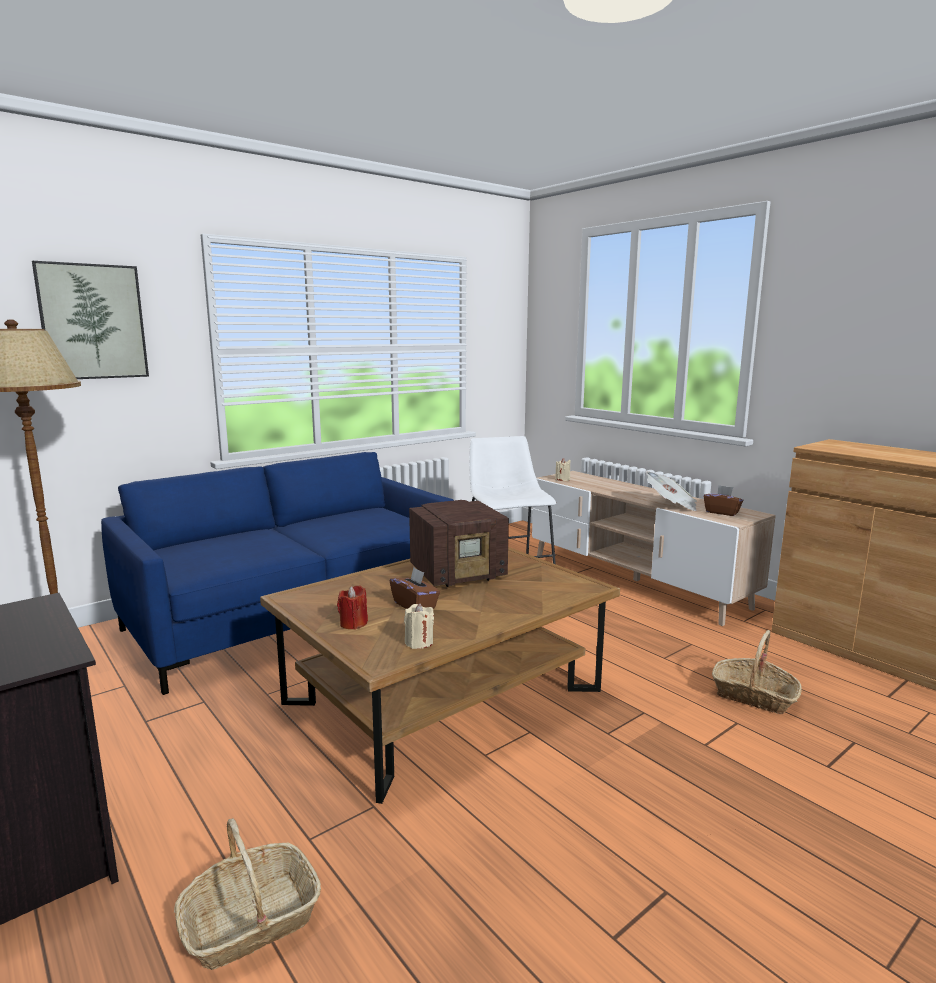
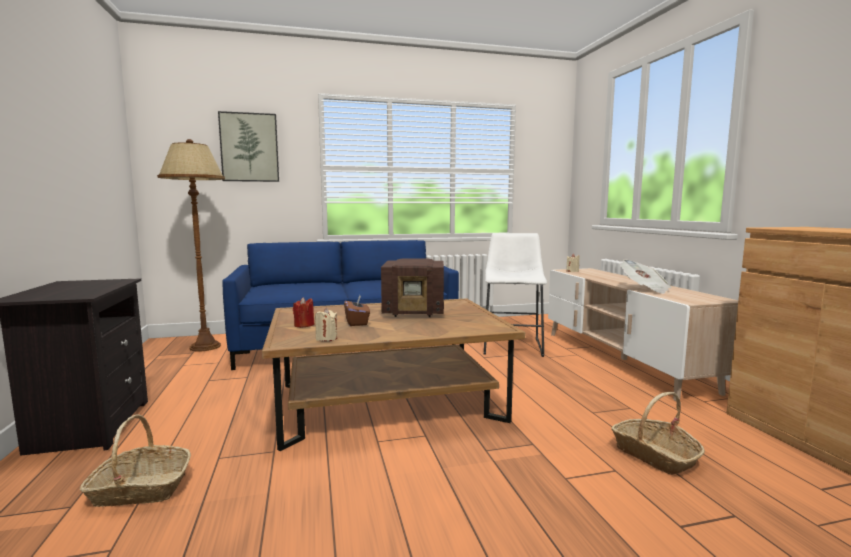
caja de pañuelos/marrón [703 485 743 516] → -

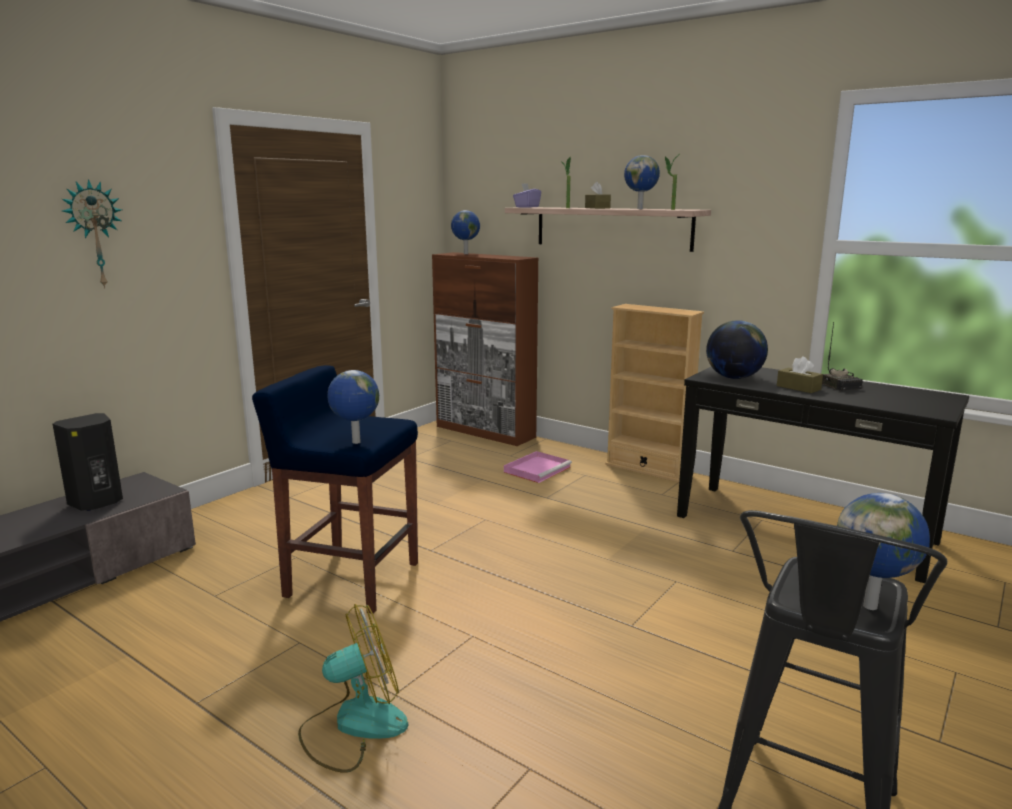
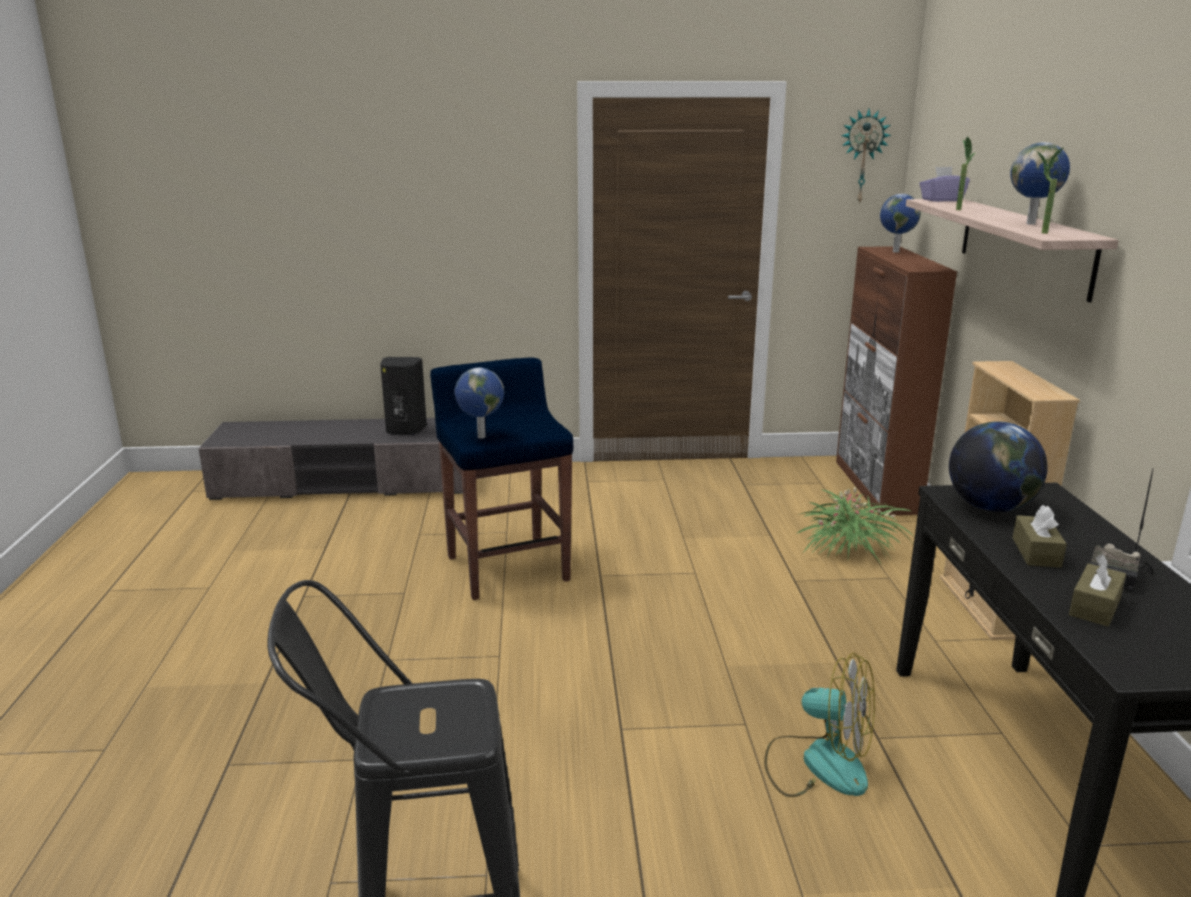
reloj de pared [62 179 122 288] → reloj de pared [841 109 891 205], relocated
caja de pañuelos/marrón [585 181 611 209] → caja de pañuelos/marrón [1069 554 1126 626], relocated
bandeja/rosa [504 451 572 483] → planta en maceta [796 487 913 564]
globo terráqueo [837 493 930 610] → -
ventilador [298 604 408 773] → ventilador [764 653 875 797], relocated

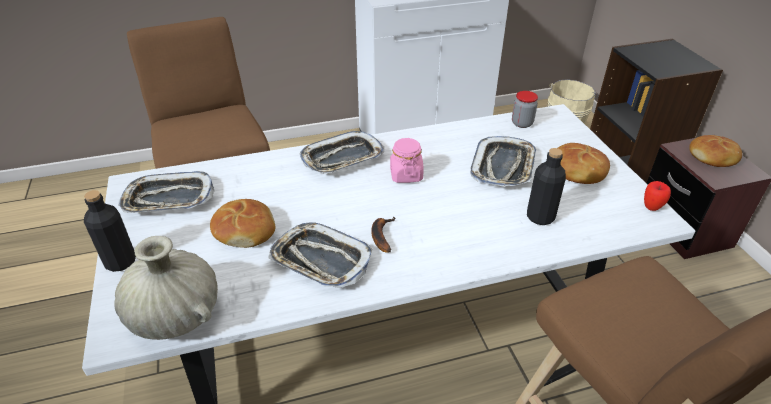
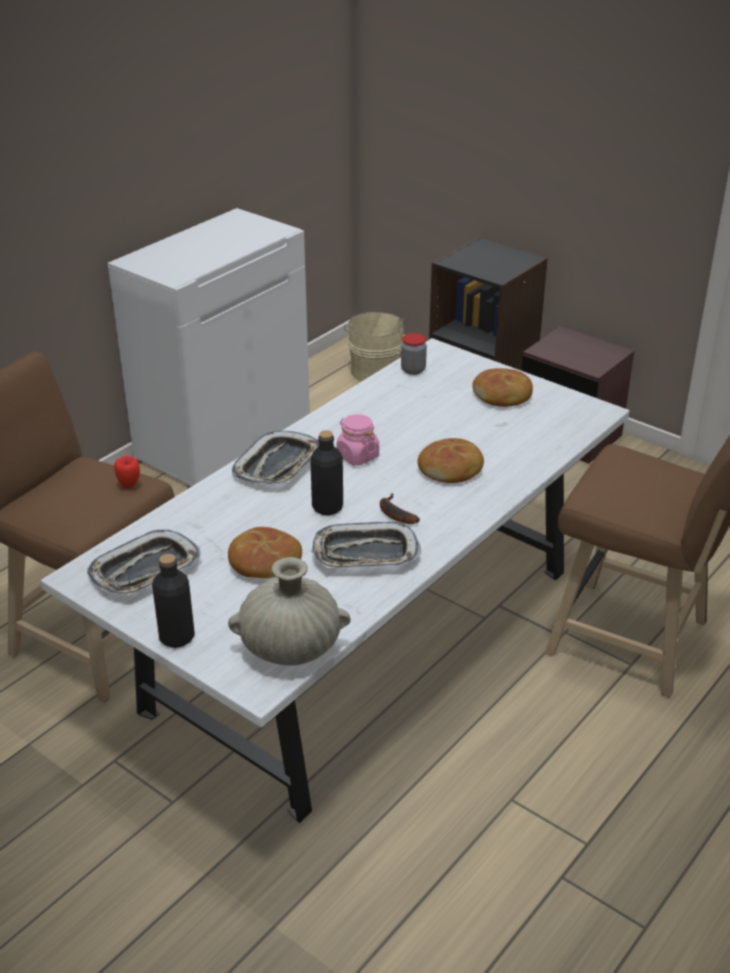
pan [689 135 742 167] → pan [417 438 484 483], relocated
bandeja [471 136 536 187] → -
botella/negro [527 148 566 225] → botella/negro [310 430 343 515], relocated
manzana [644 181 671 211] → manzana [114 456 140 488], relocated

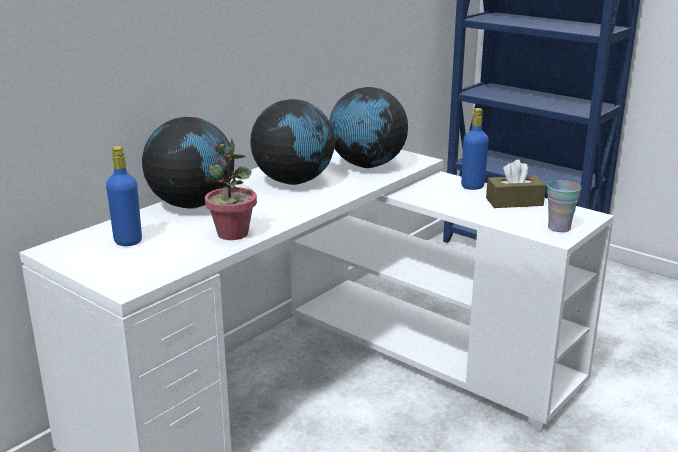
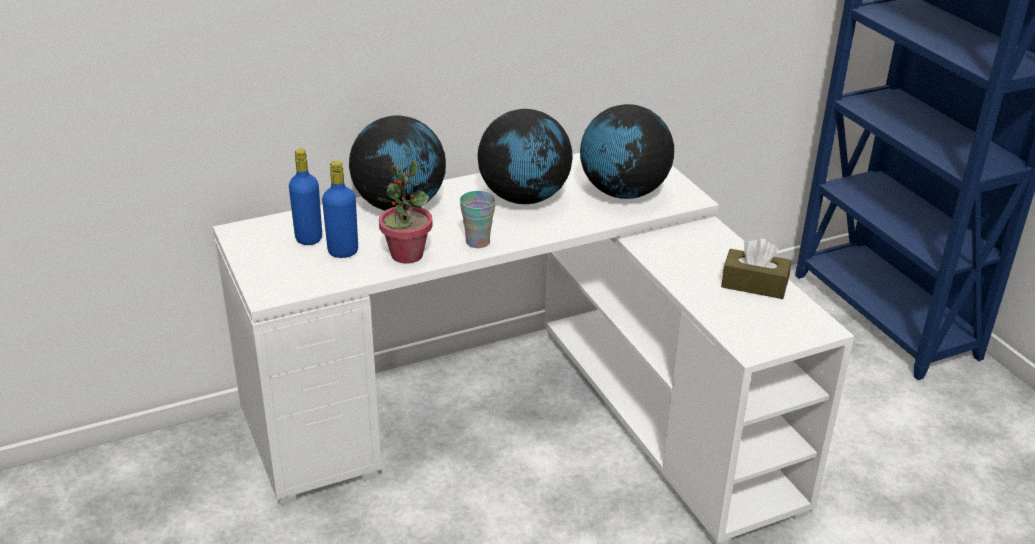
botella/azul [461 108 489 190] → botella/azul [322 161 358 258], relocated
taza [547 180 581 232] → taza [460 191 496 248], relocated

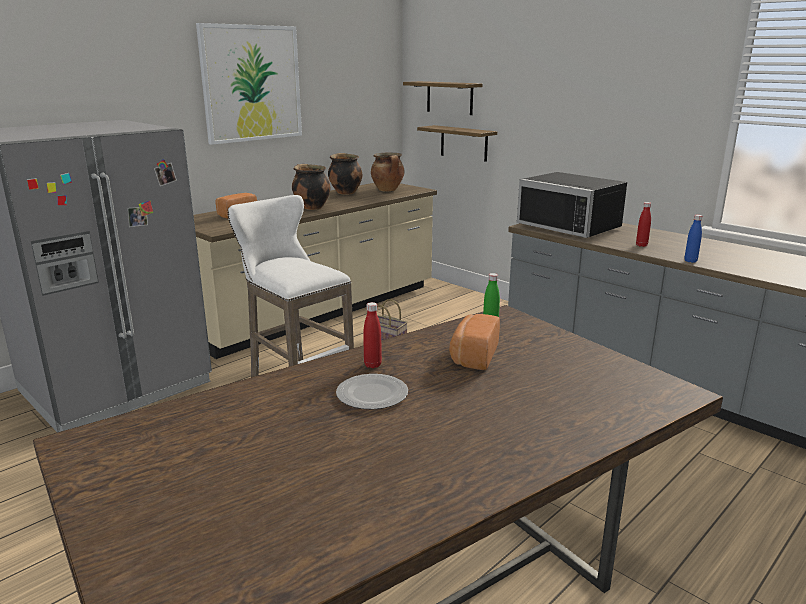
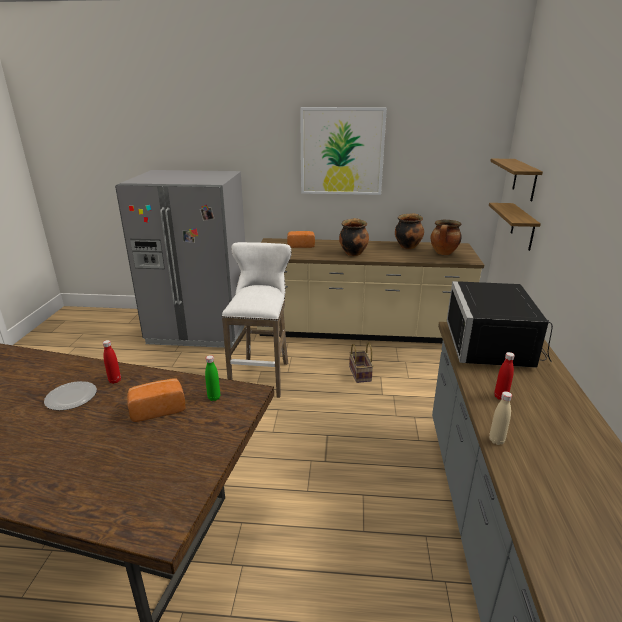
botella/azul [684 215 702 263] → botella/beis [489 391 512 445]

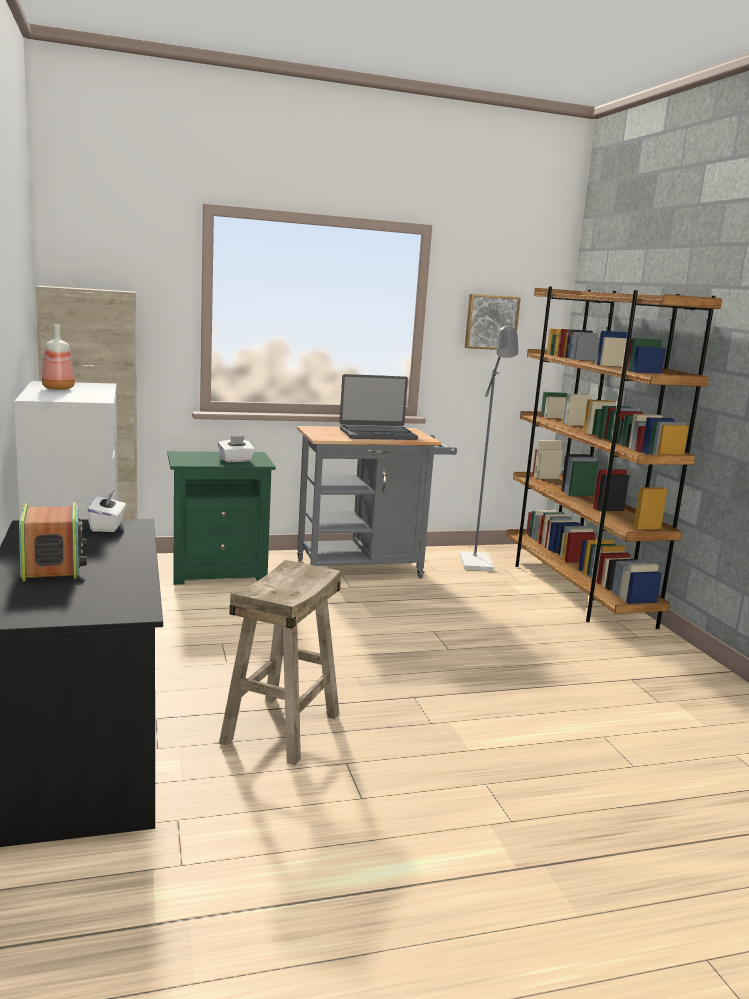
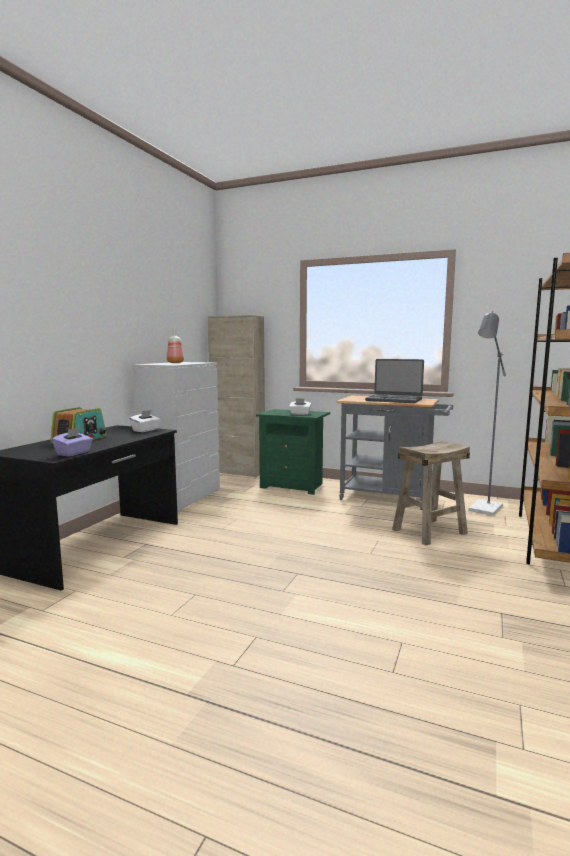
cuadro [465 294 520 350] → -
taburete/beis [219 560 341 765] → taburete/beis [392 441 470 546], relocated
- → caja de pañuelos/morado [52 427 93 457]

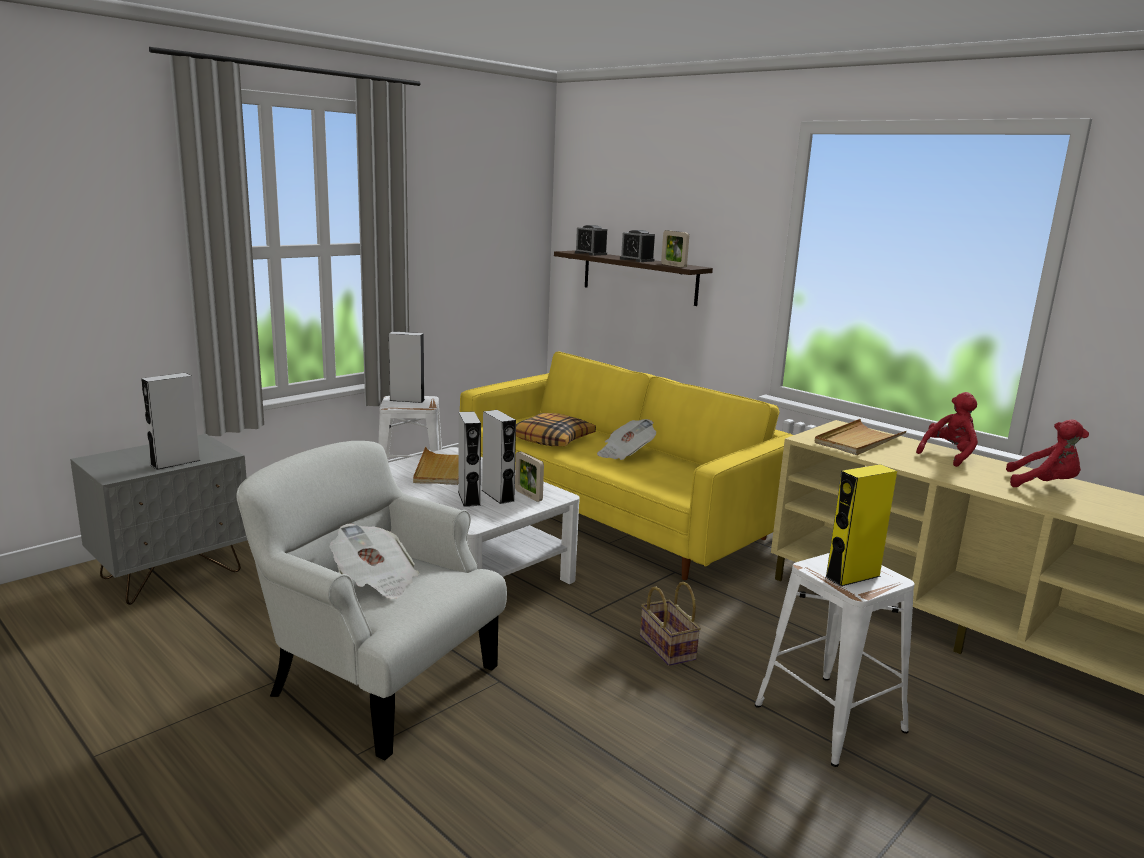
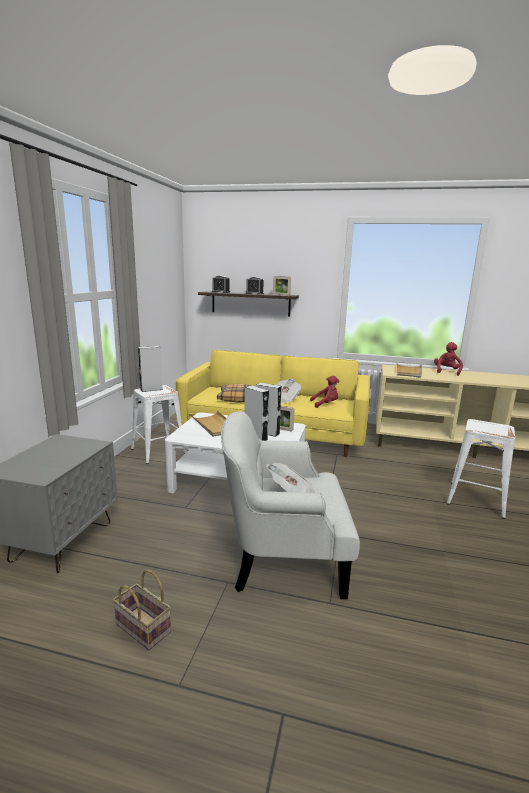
altavoz/gris [141 373 201 470] → -
peluche/rojo [1006 419 1089 487] → peluche/rojo [310 376 340 408], relocated
altavoz/amarillo [826 464 897 586] → -
cesta [640 582 701 666] → cesta [113 569 171 650], relocated

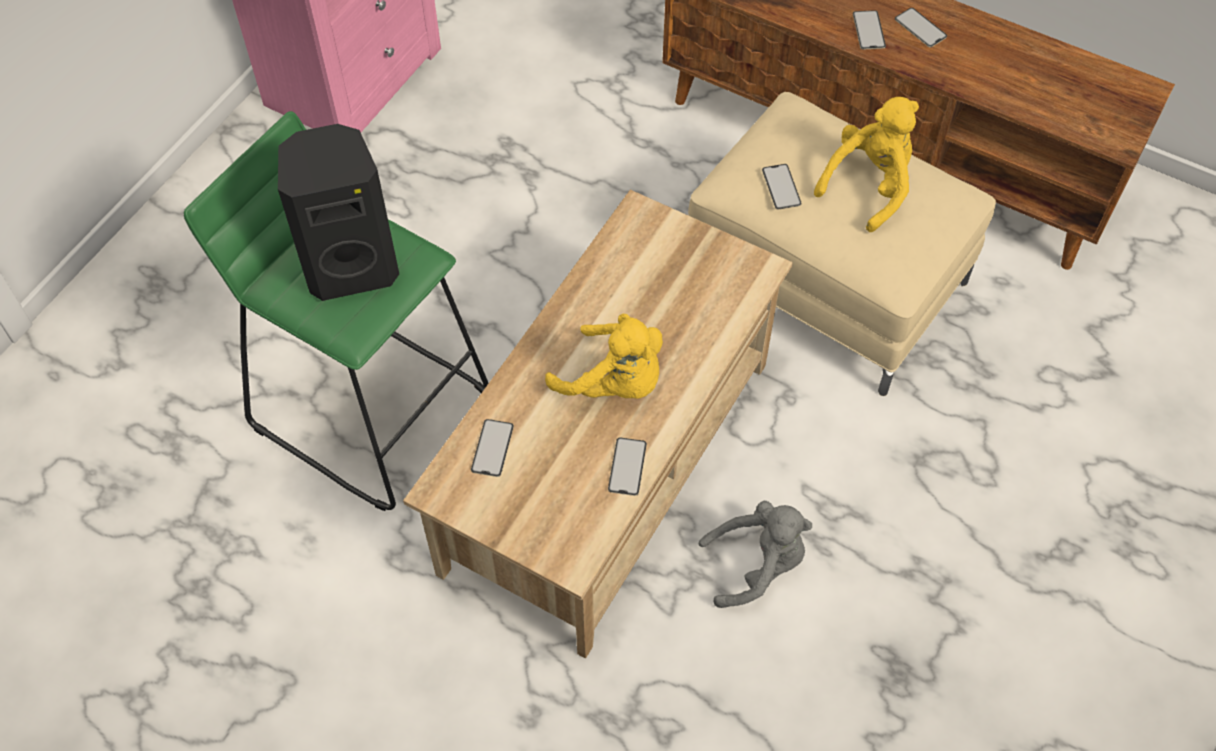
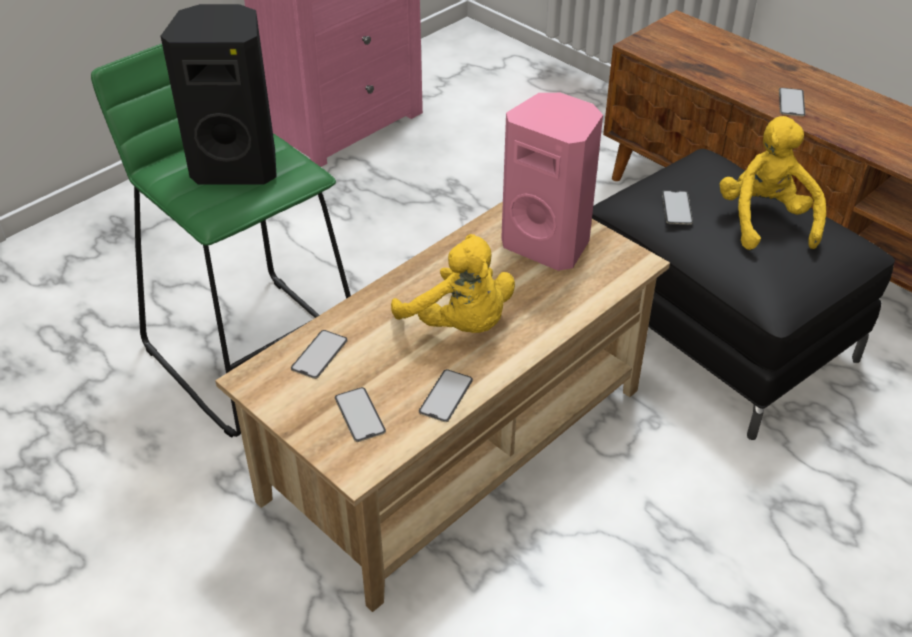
móvil [895 8 947 47] → móvil [335 387 386 442], relocated
puf/beis [688 92 996 396] → puf/negro [592 149 895 440]
peluche/amarillo [814 97 919 232] → peluche/amarillo [720 116 826 250], 60 degrees counterclockwise
peluche/gris [698 501 812 608] → -
- → altavoz/rosa [501 93 603 271]

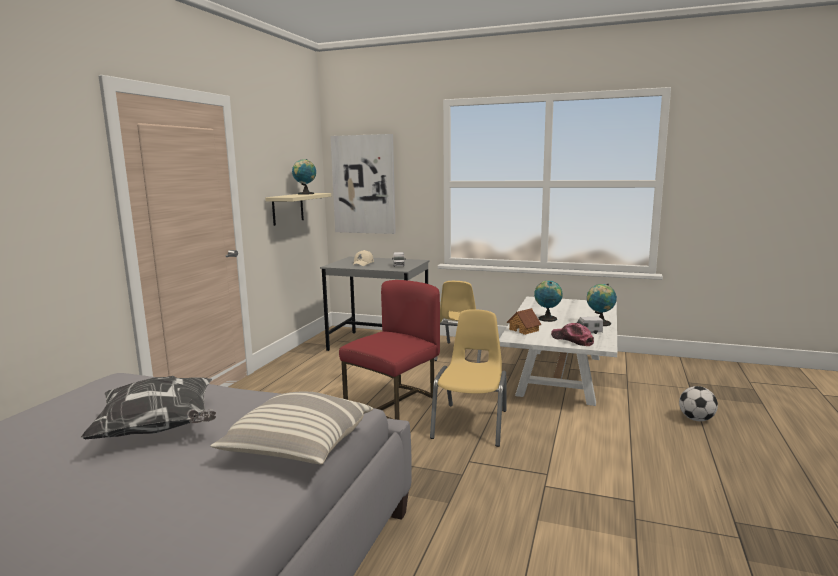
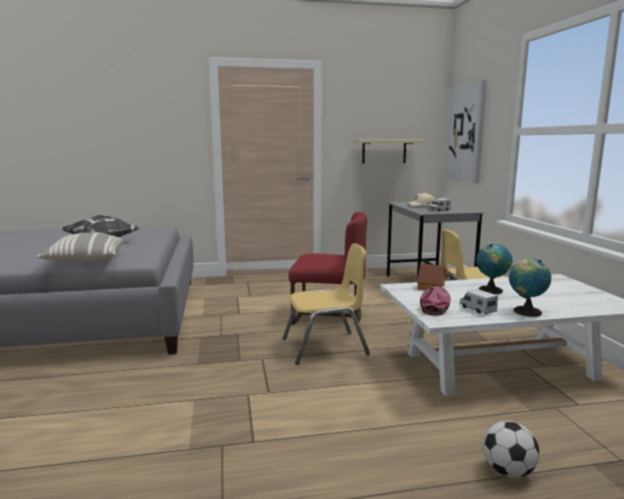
globo terráqueo [292 159 316 195] → -

